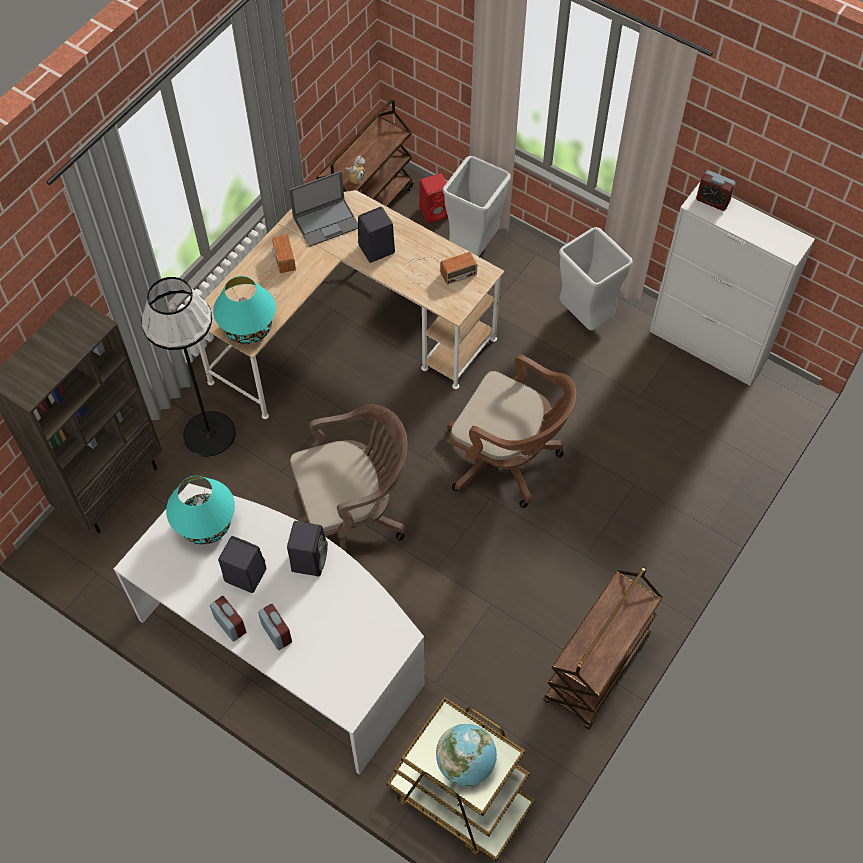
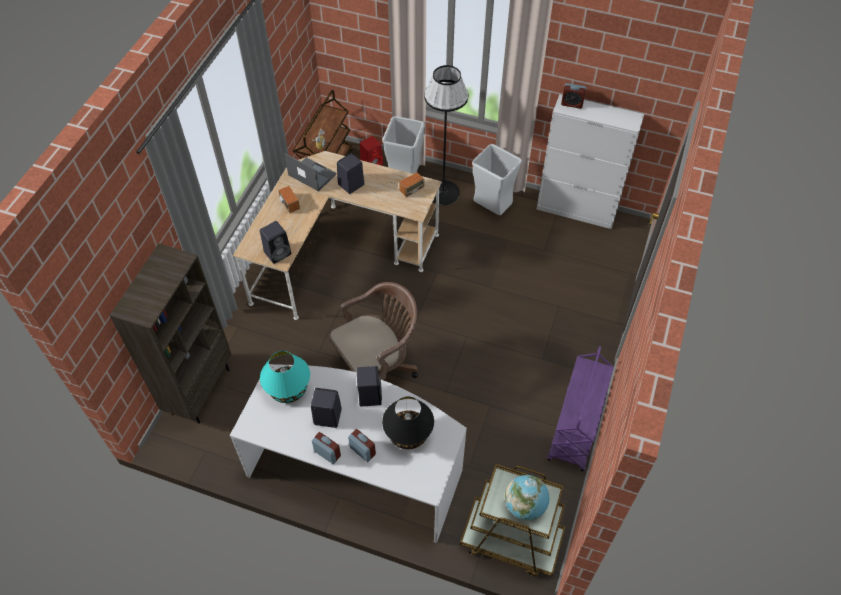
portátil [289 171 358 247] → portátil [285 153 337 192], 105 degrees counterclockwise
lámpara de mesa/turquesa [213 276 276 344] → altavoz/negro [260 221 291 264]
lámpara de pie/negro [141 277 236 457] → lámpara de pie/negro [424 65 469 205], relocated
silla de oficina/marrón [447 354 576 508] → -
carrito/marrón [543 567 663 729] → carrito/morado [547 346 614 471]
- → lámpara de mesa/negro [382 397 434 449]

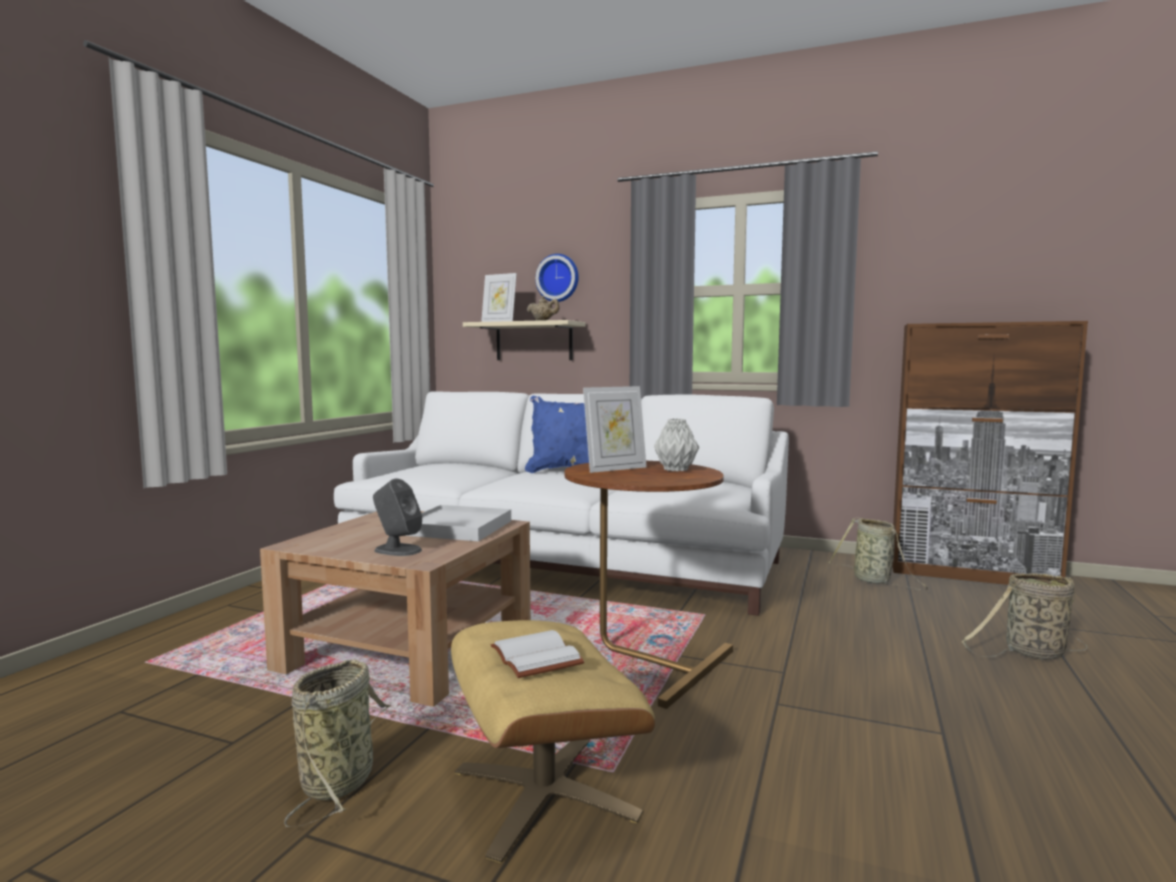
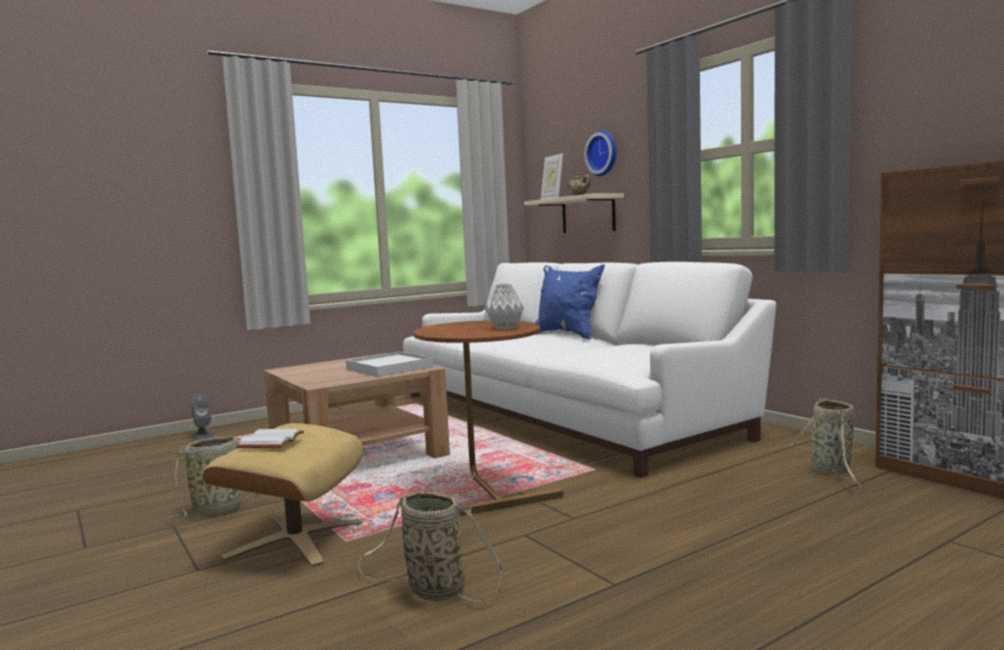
portarretratos [583 386 647 473] → -
altavoz/gris [373 479 422 556] → altavoz/gris [192 394 214 439], relocated
cesta [961 573 1088 660] → cesta [358 491 503 602], relocated

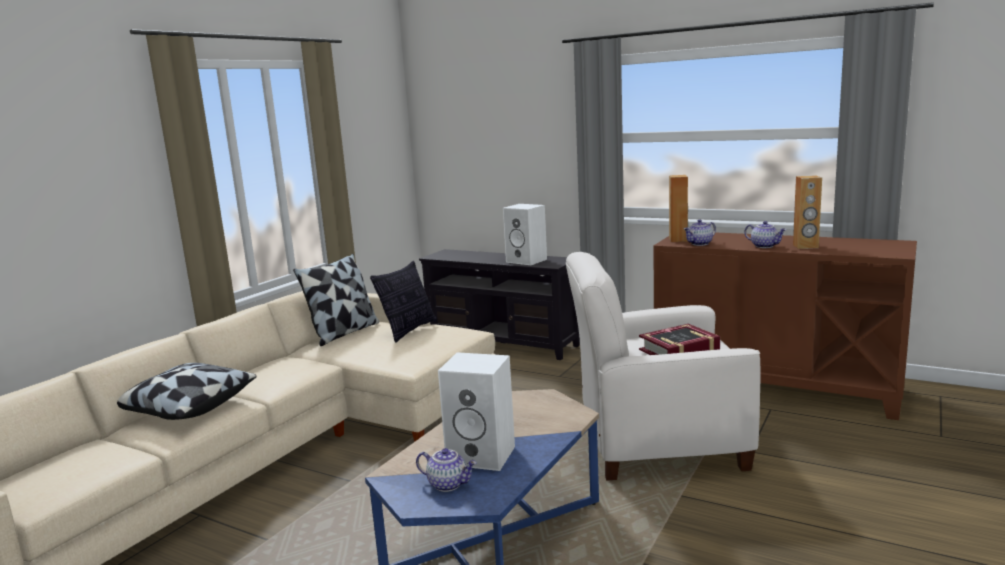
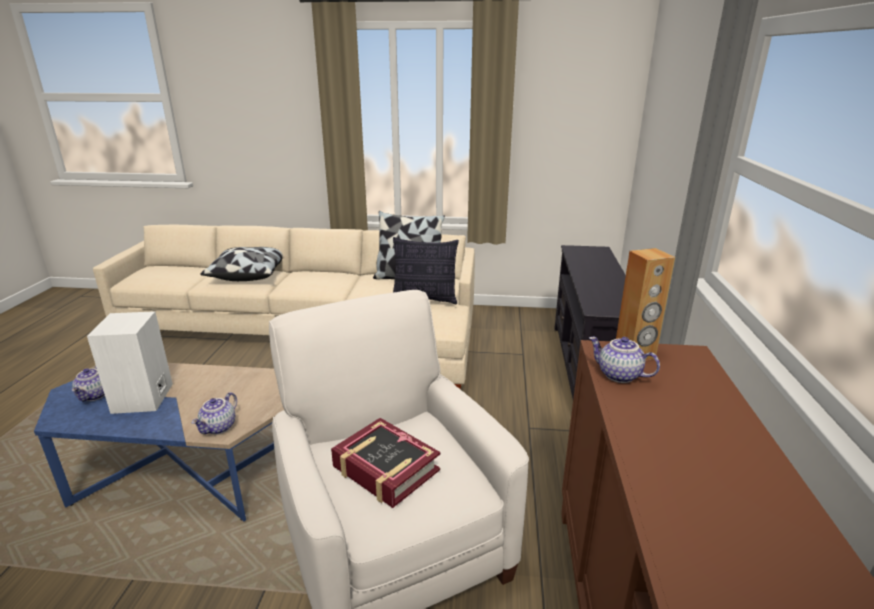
altavoz/marrón [793 175 822 249] → -
altavoz/blanco [503 204 547 265] → -
tetera [744 221 786 248] → tetera [192 392 237 434], relocated

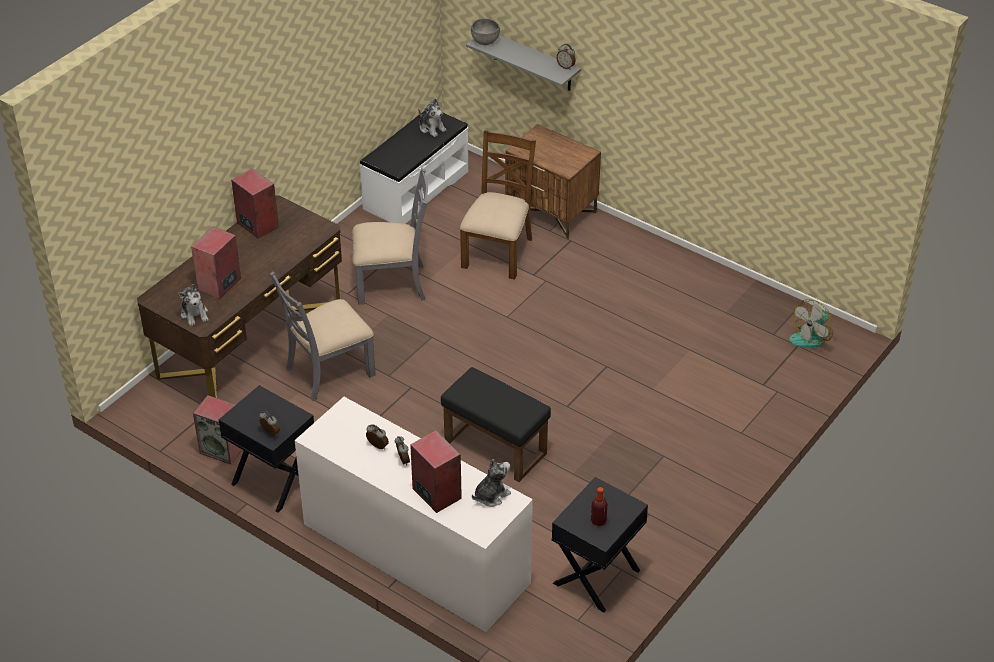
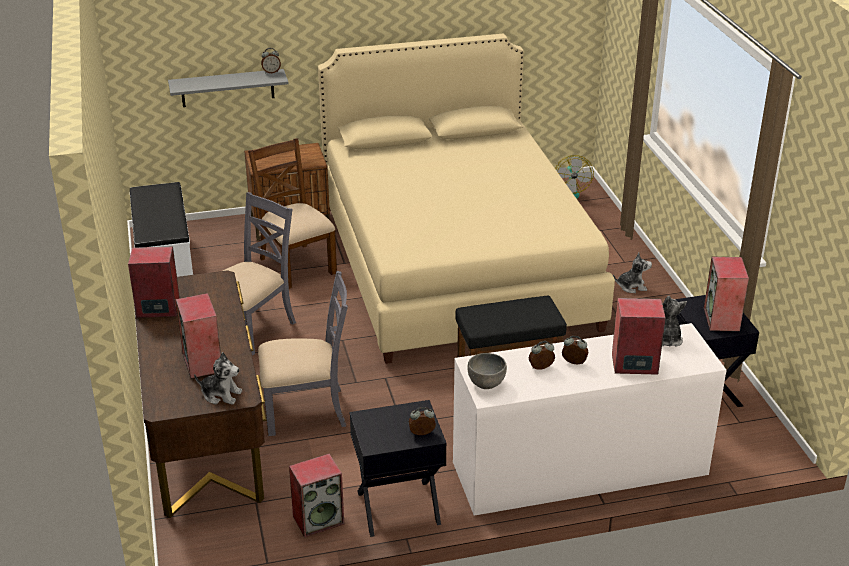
cuenco/gris [471 18 500 45] → cuenco/gris [468 353 507 389], relocated
peluche [418 99 446 137] → peluche [613 253 652 293], relocated
silla/gris [270 271 375 401] → silla/gris [258 271 348 436], 105 degrees counterclockwise
botella [591 487 607 527] → altavoz [704 257 749 331]
- → cama/beis [318 34 615 364]

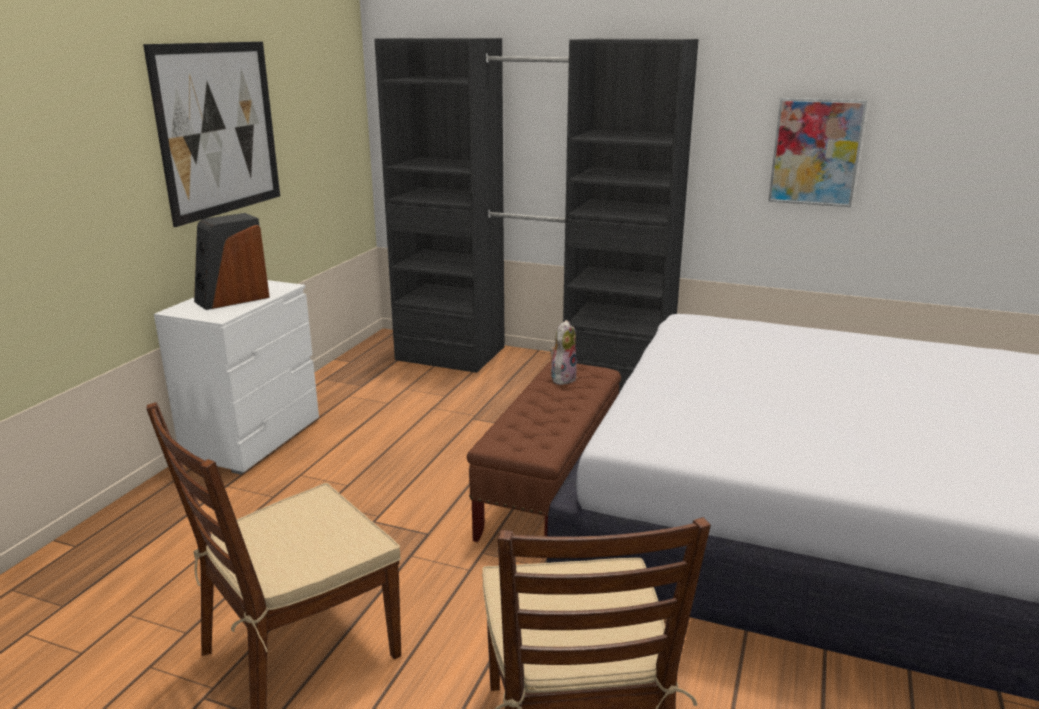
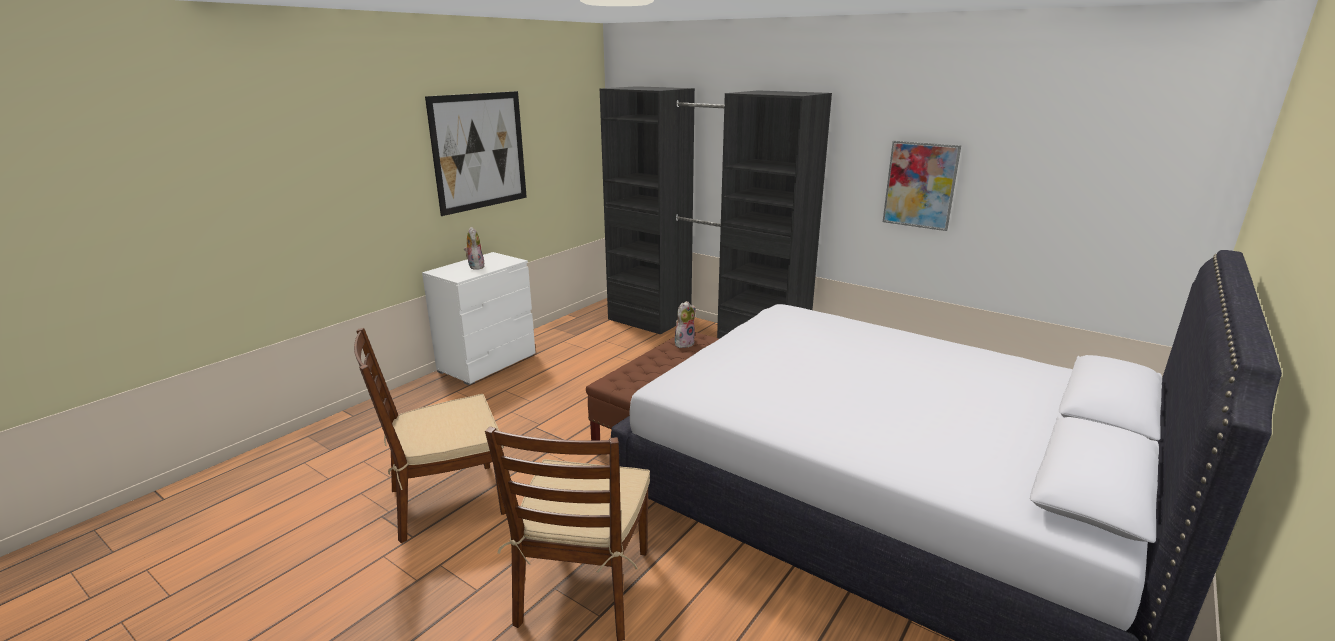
altavoz [194 213 270 310] → peluche [464 227 485 270]

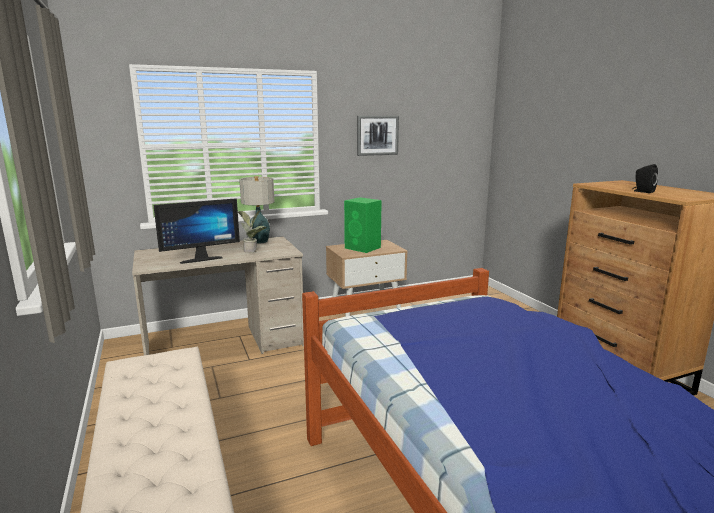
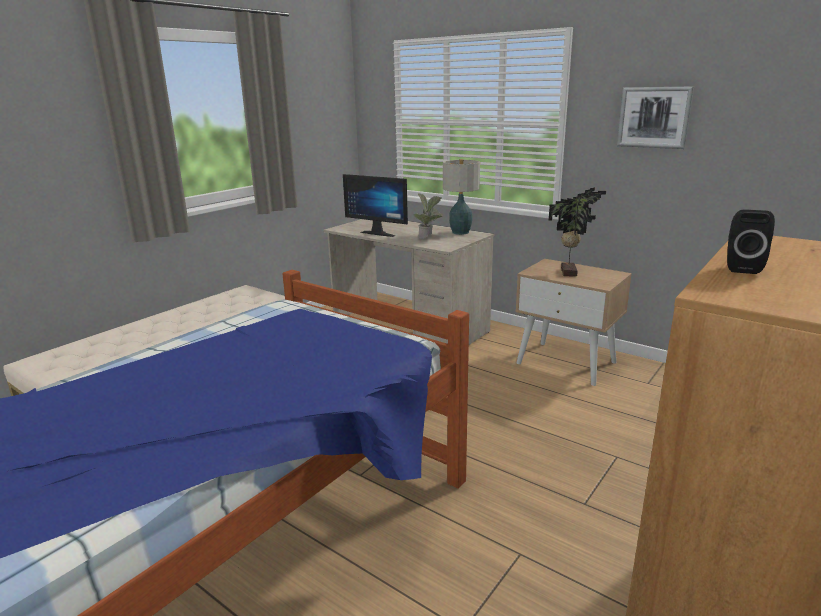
altavoz/verde [344 197 382 253] → planta en maceta [549 188 606 277]

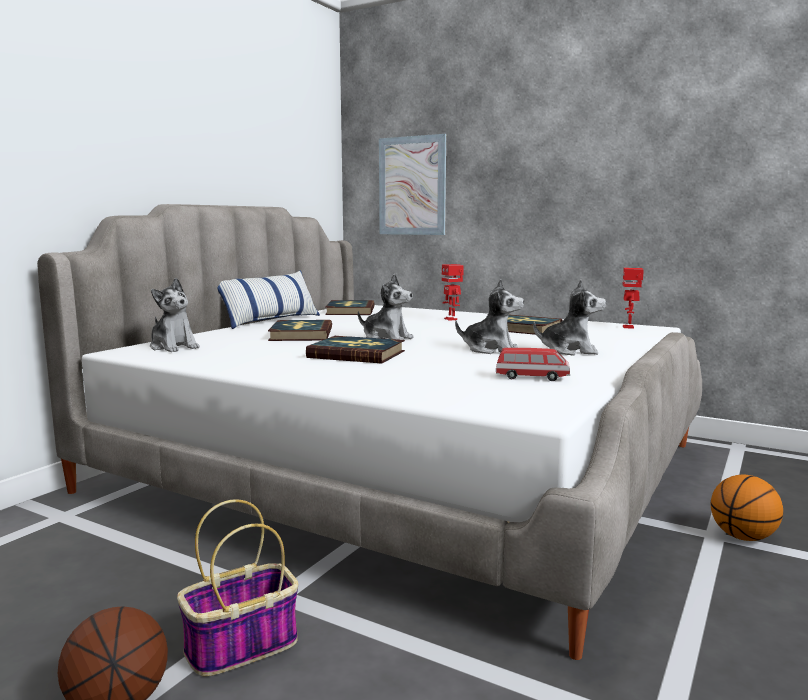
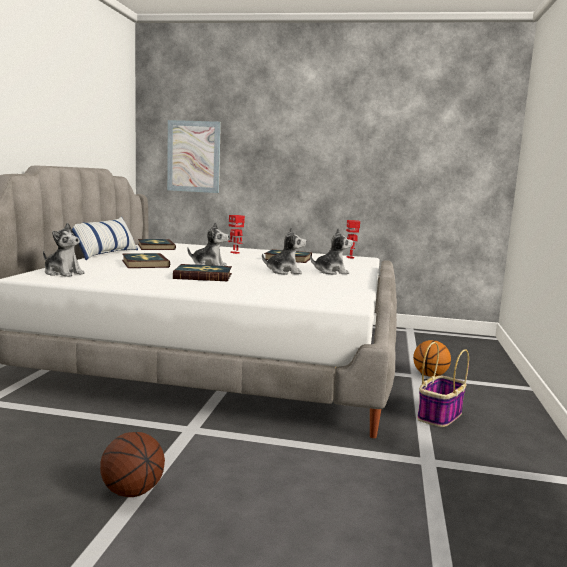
coche de juguete [496 348 570 381] → -
cesta [177 499 298 676] → cesta [417 342 469 427], relocated

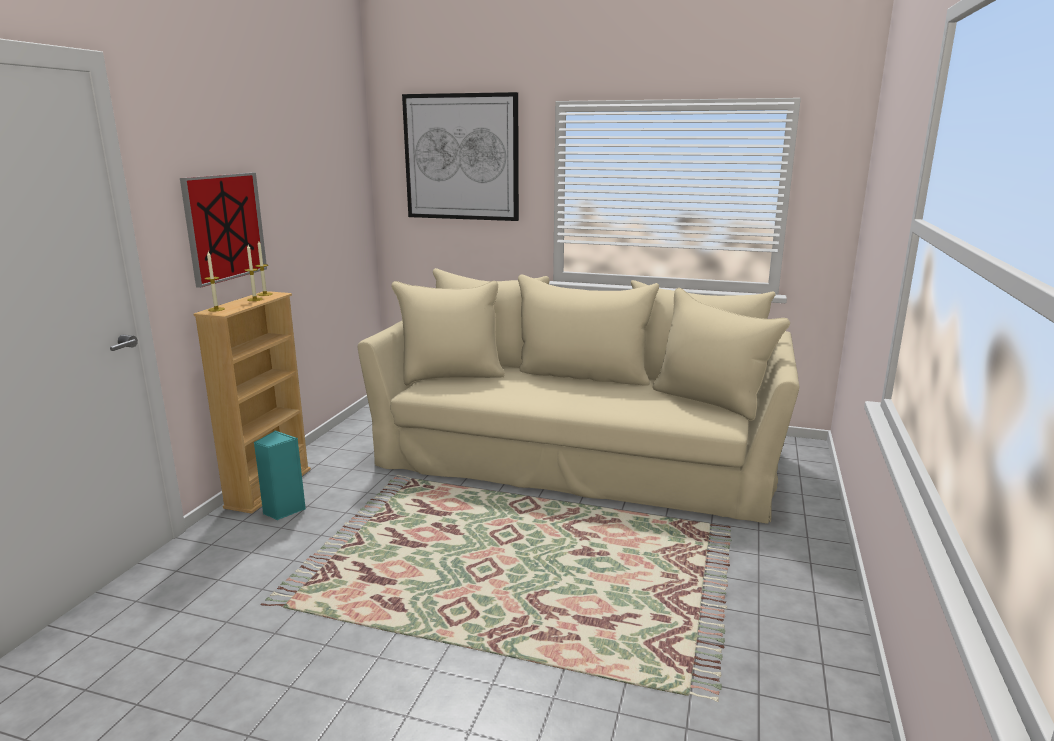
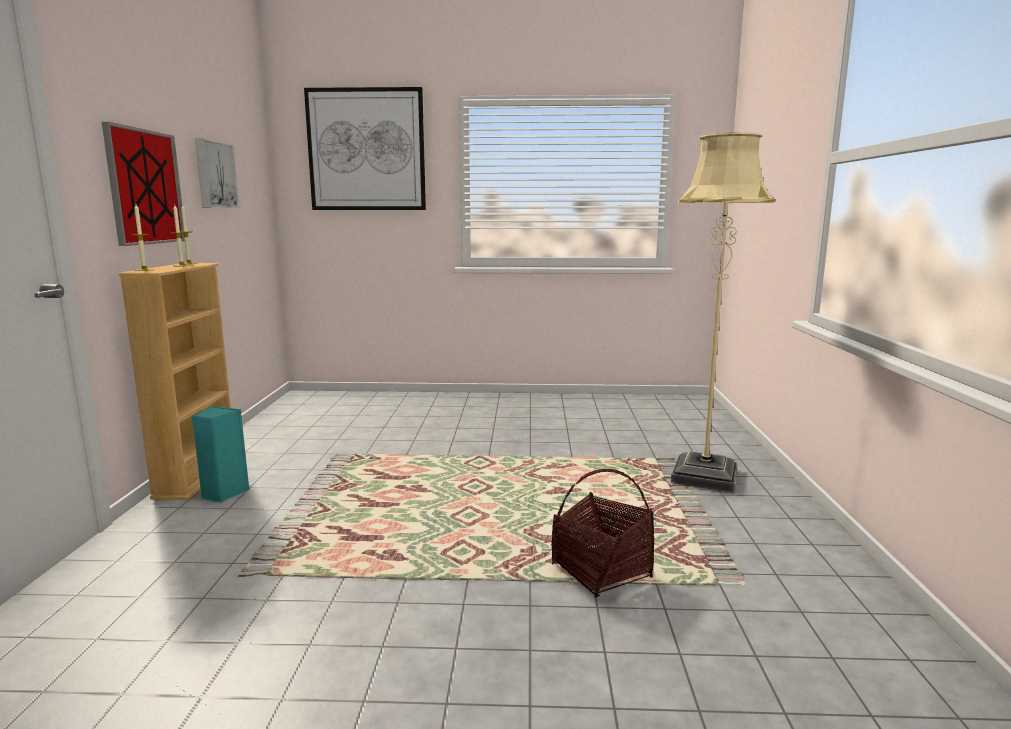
sofá/beis [358 268 800 524] → -
- → lámpara de pie/beis [671 132 775 493]
- → cuadro [195 139 239 208]
- → cesta [552 469 655 598]

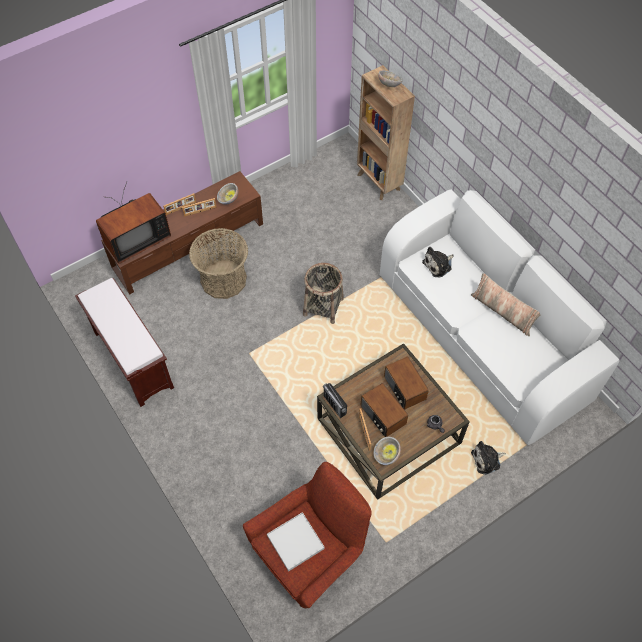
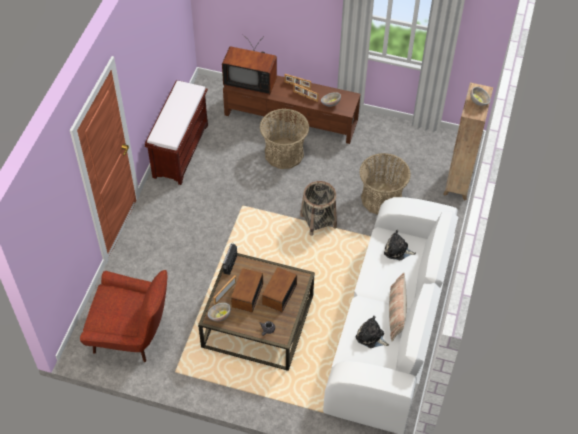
peluche [471 441 506 475] → peluche [356 316 389 348], relocated
bandeja/blanco [267 512 325 571] → -
- → cesta [359 153 411 215]

